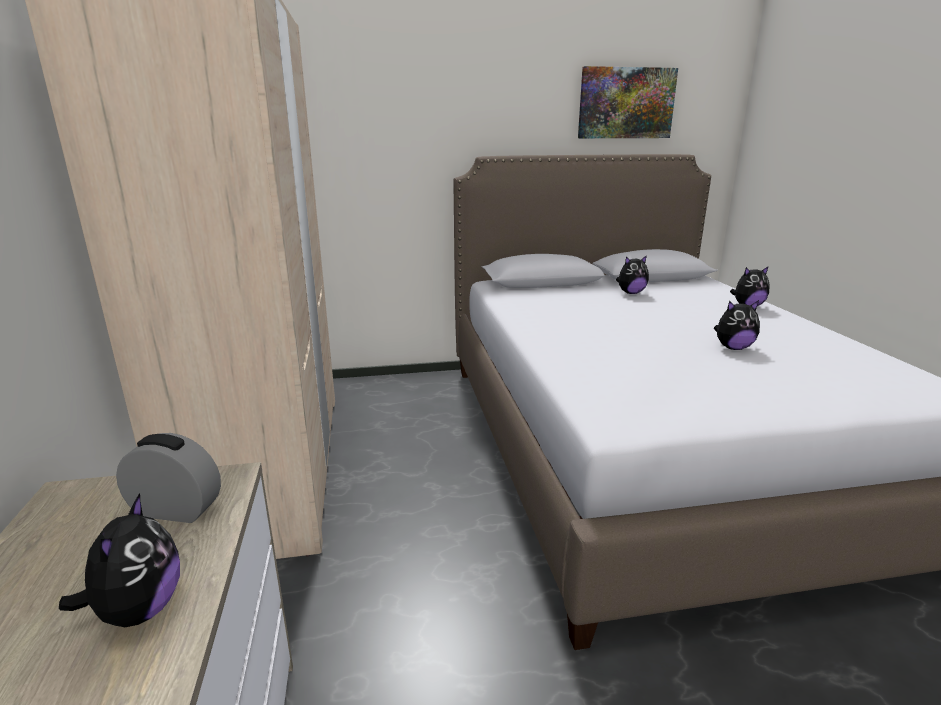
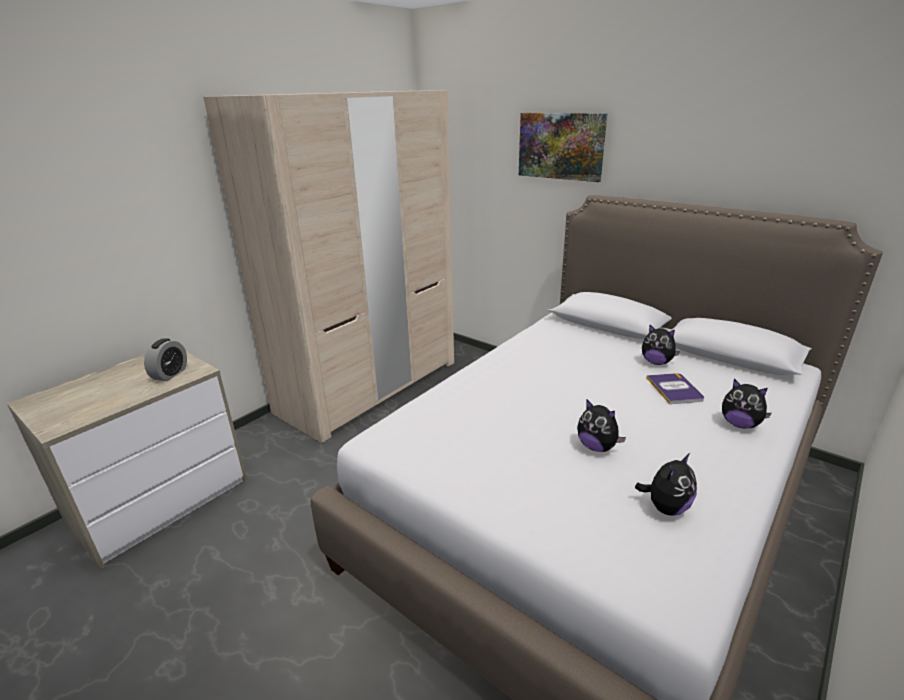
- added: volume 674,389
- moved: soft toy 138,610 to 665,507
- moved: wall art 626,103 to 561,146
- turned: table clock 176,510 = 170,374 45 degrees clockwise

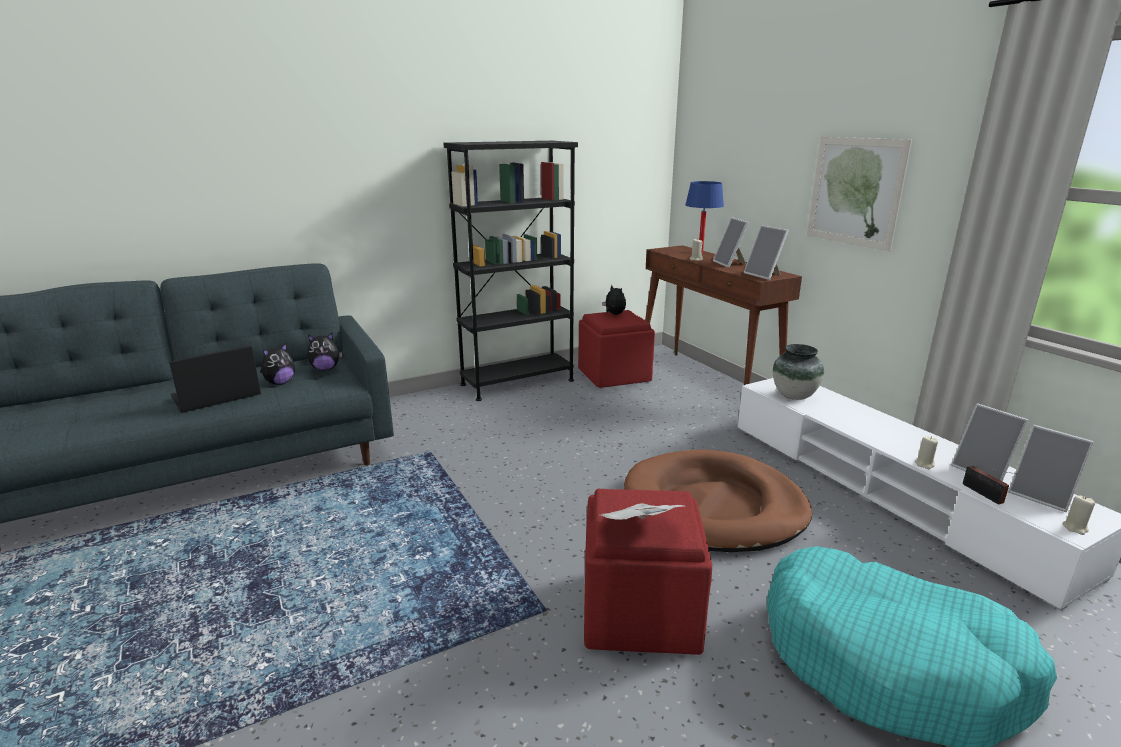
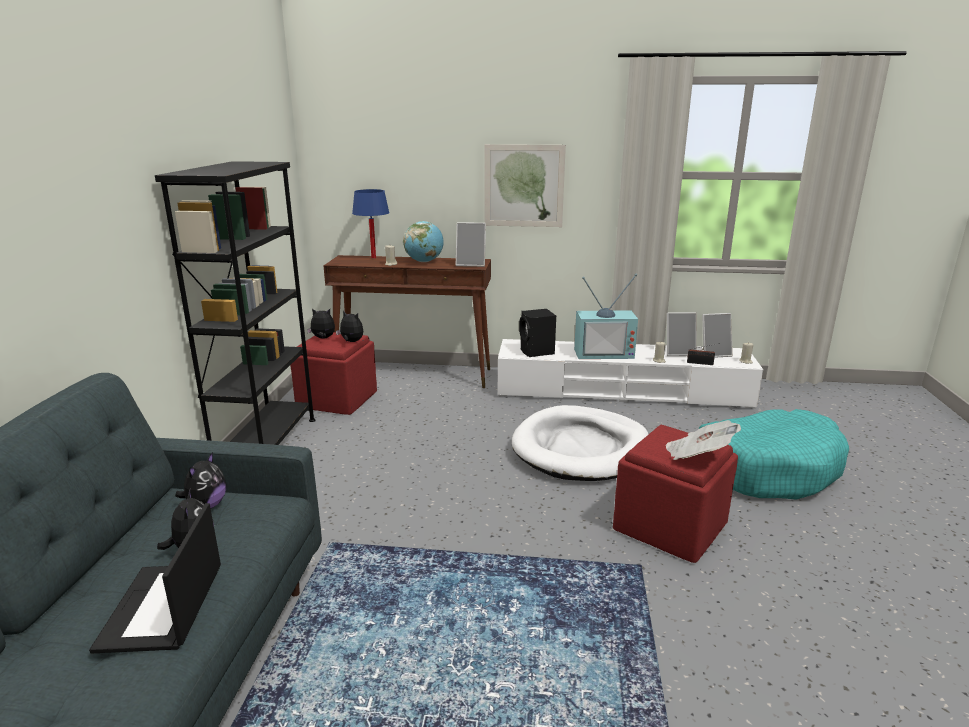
- added: soft toy 351,342
- added: TV set 604,352
- replaced: picture frame 730,264 to world globe 424,261
- replaced: flower vase 794,396 to black loudspeaker 537,352
- recoloured: brown dog cushion 714,506 to white-coloured dog cushion 581,448

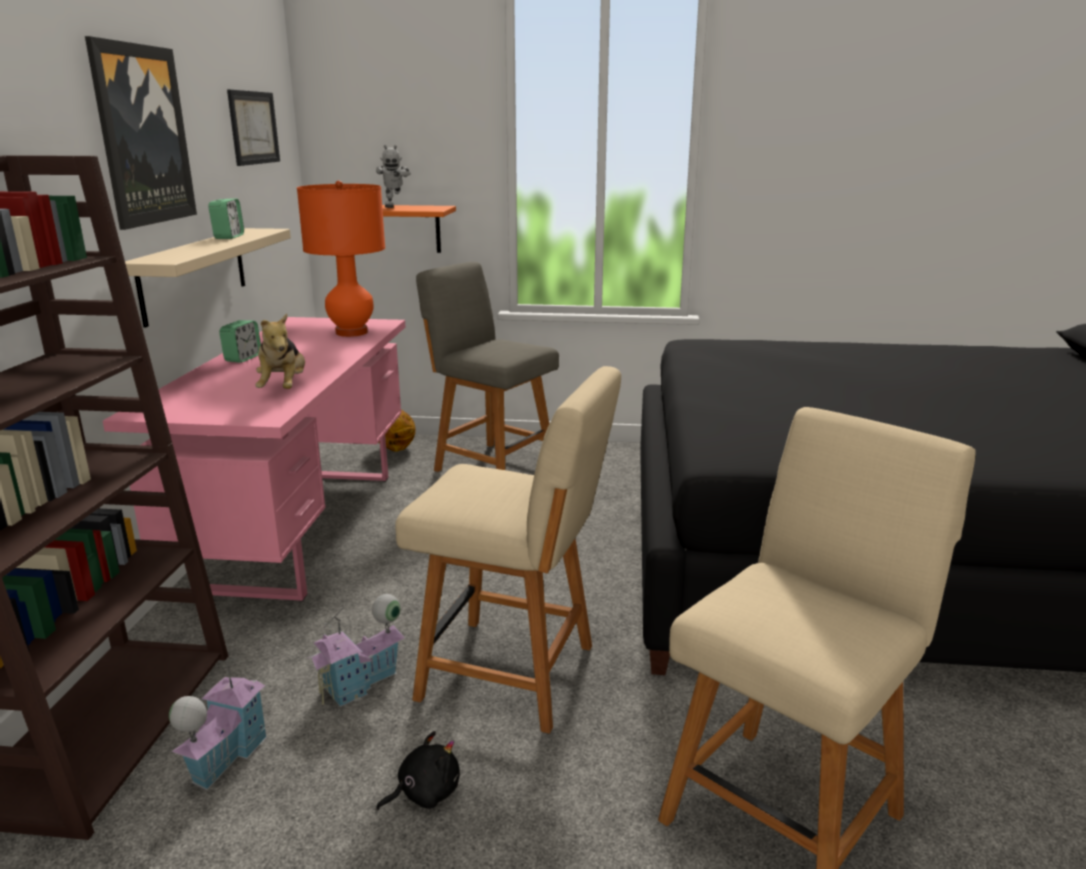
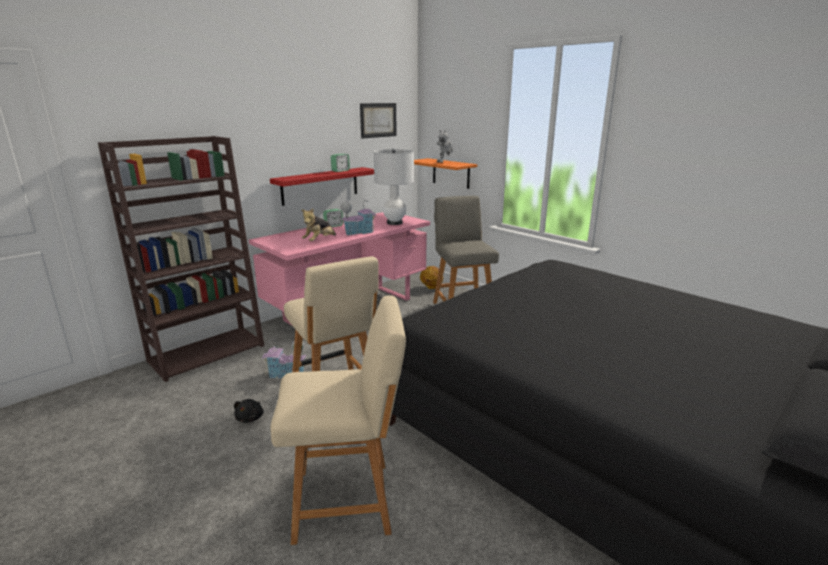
- removed: wall art 142,135
- moved: miniature house 226,756 to 358,232
- recoloured: beige-coloured bracket shelf 194,274 to red-coloured bracket shelf 320,185
- recoloured: orange-coloured tabletop lamp 351,332 to white-coloured tabletop lamp 394,223
- turned: black soft toy 424,793 = 250,418 90 degrees clockwise

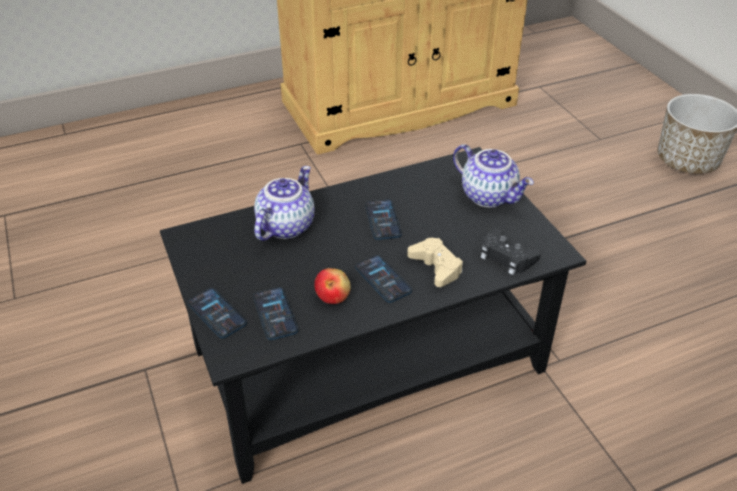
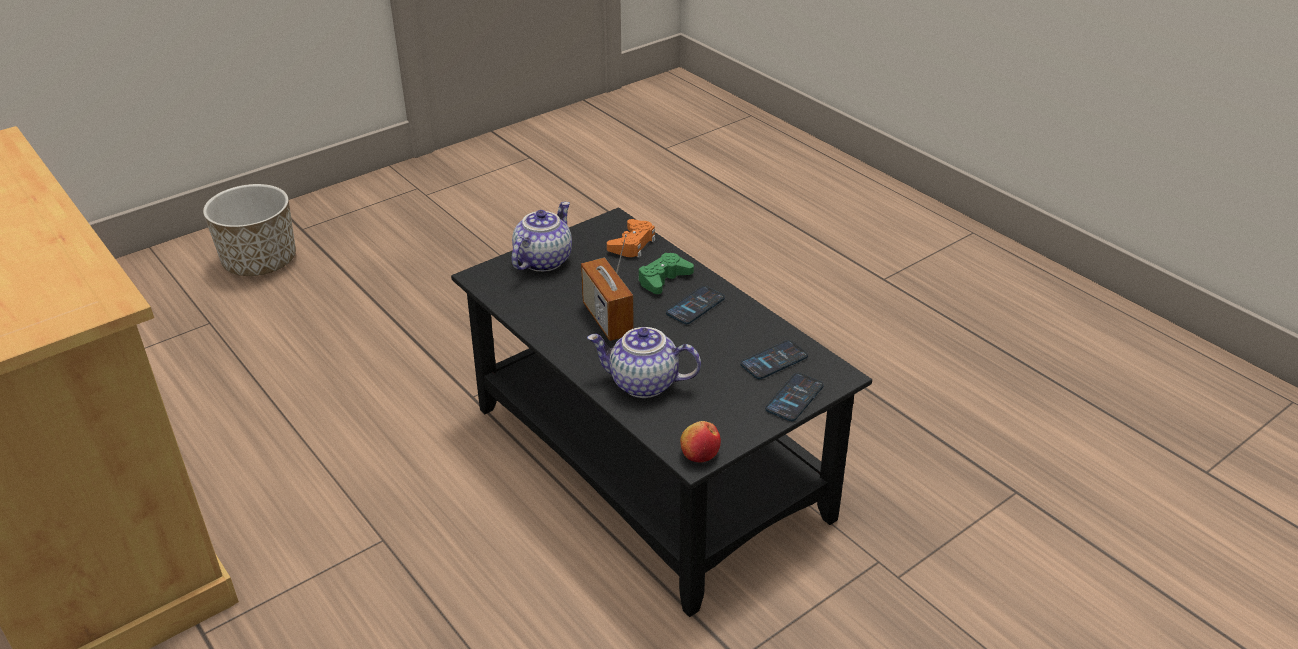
- moved: whole apple 333,296 to 699,454
- replaced: telephone 383,220 to radio set 607,319
- recoloured: beige-coloured joypad 436,267 to green joypad 663,279
- recoloured: black joypad 506,257 to orange-coloured joypad 632,244

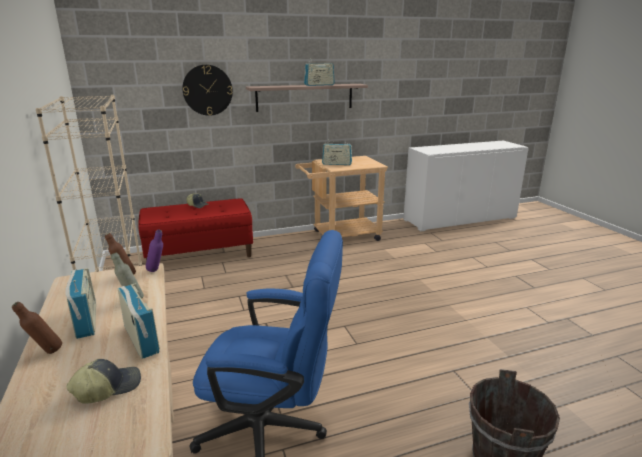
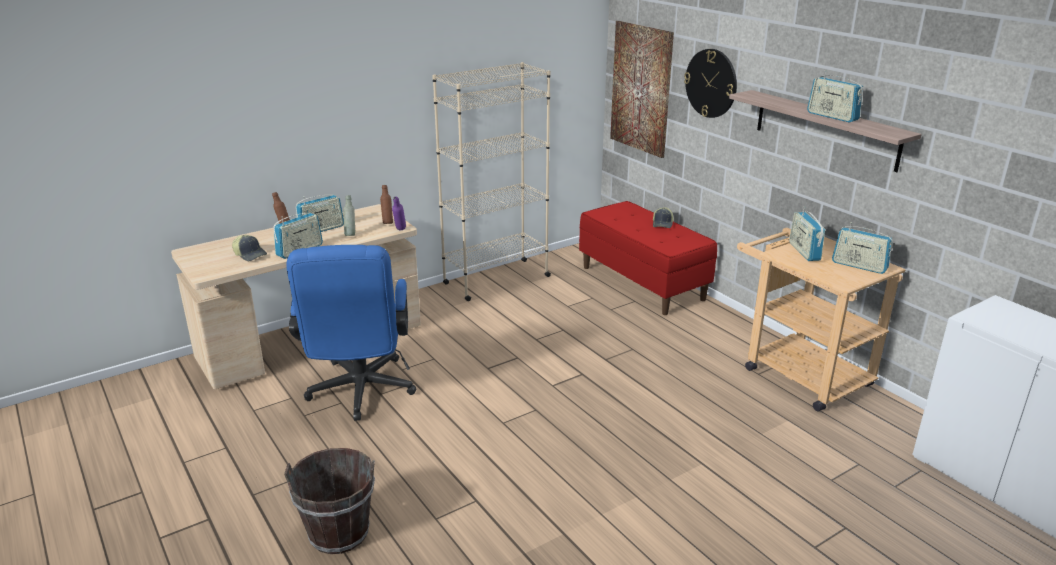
- added: wall art 641,88
- added: radio set 859,266

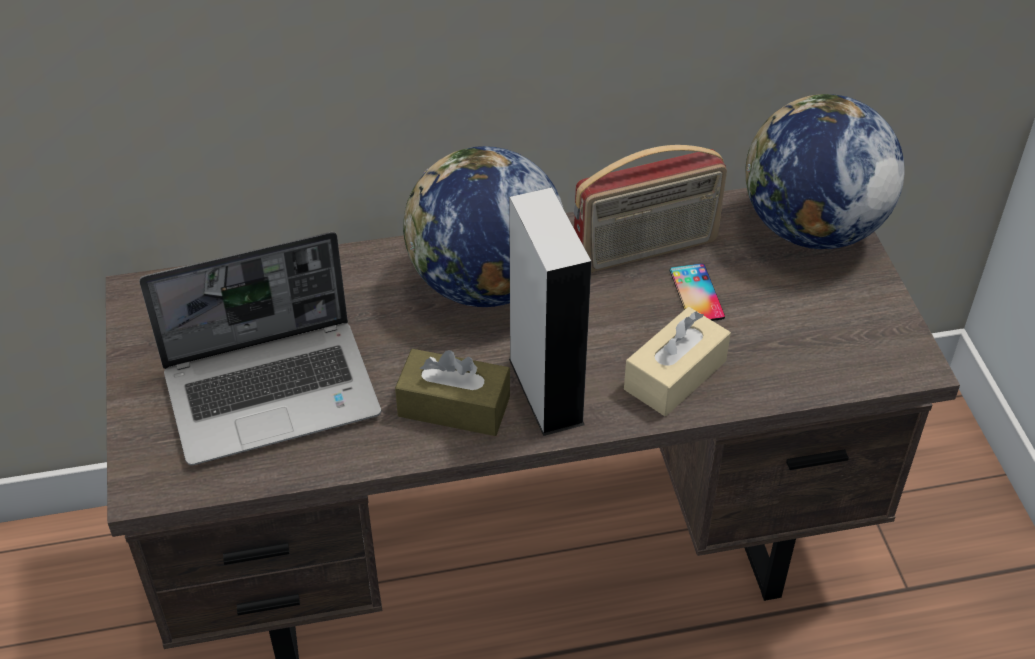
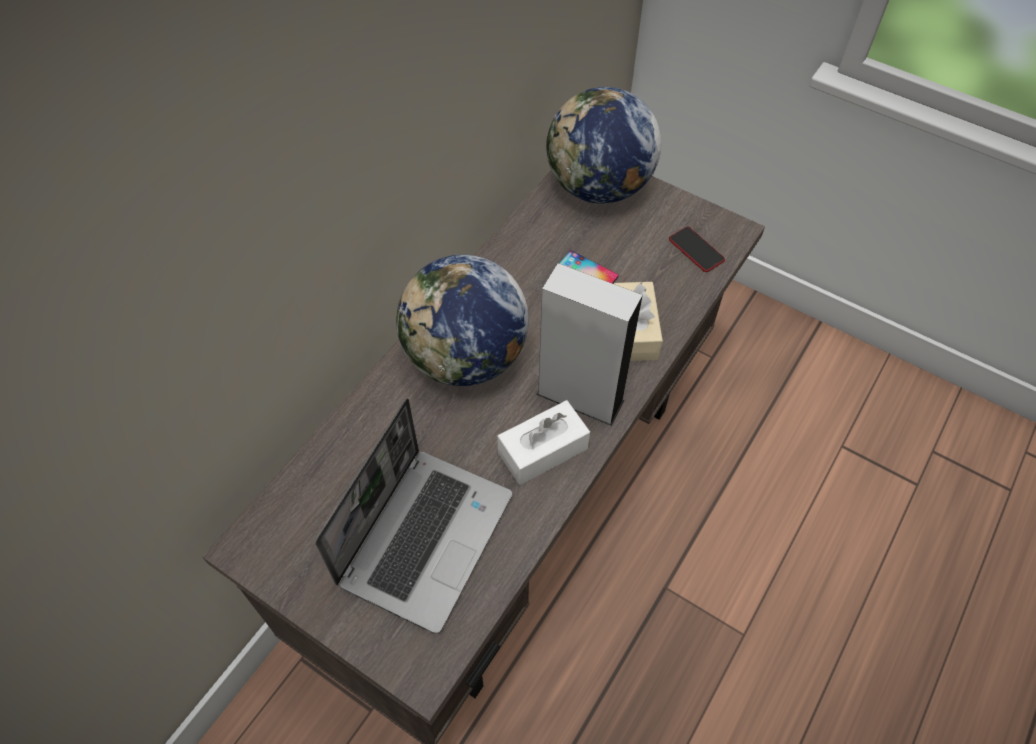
- removed: radio set 646,250
- added: telephone 696,250
- recoloured: brown box of tissues 454,406 to white-coloured box of tissues 543,450

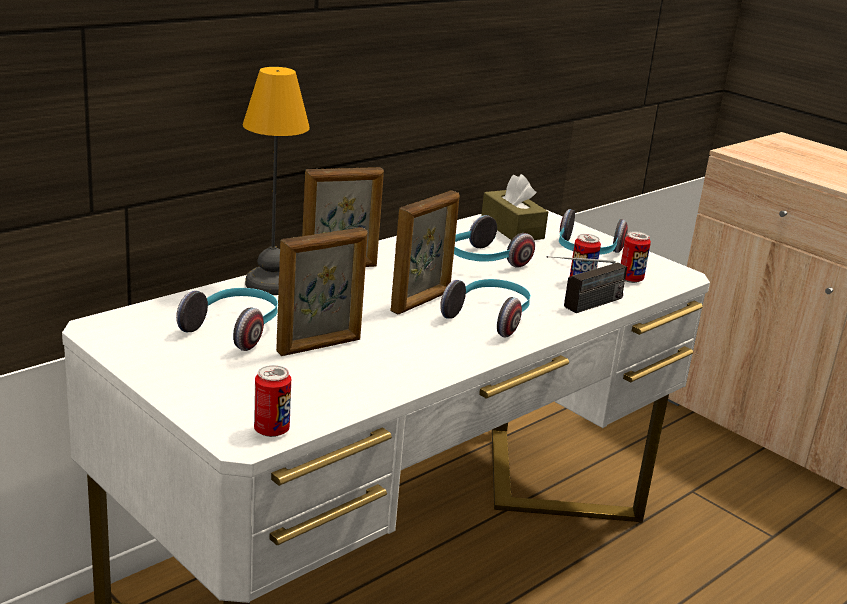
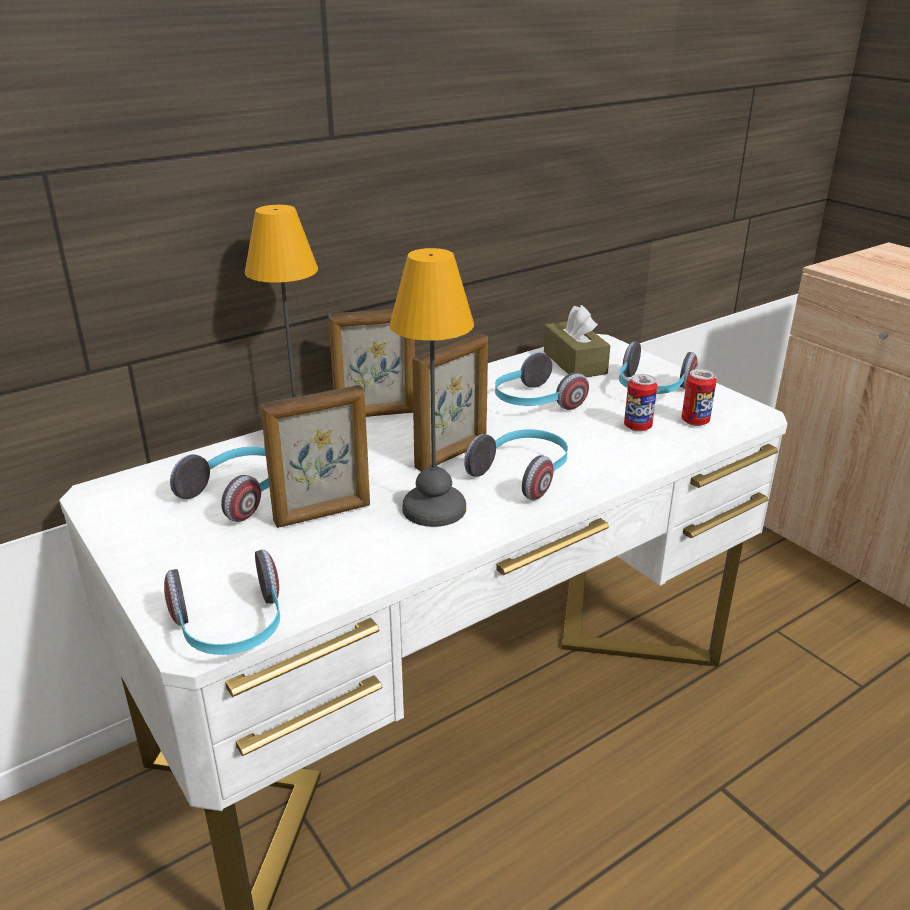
- removed: radio set 582,307
- added: tabletop lamp 435,507
- replaced: can 271,430 to headphones 232,629

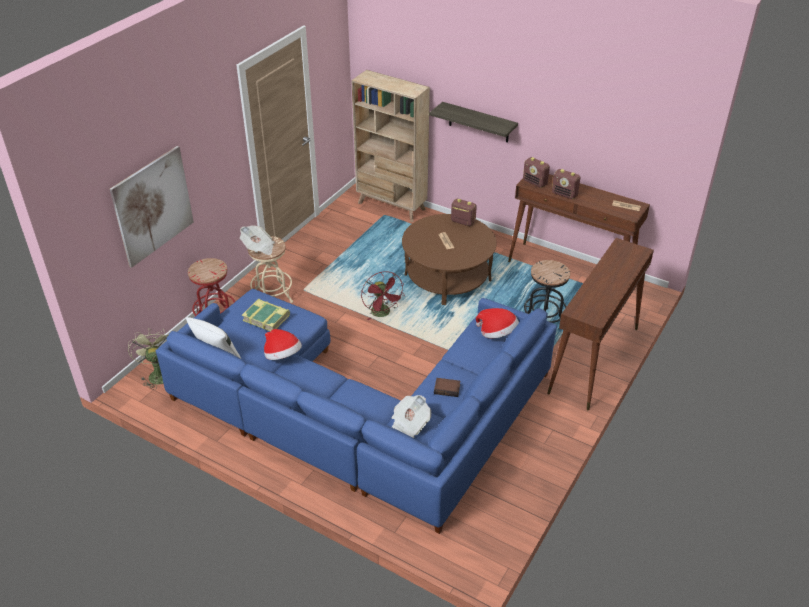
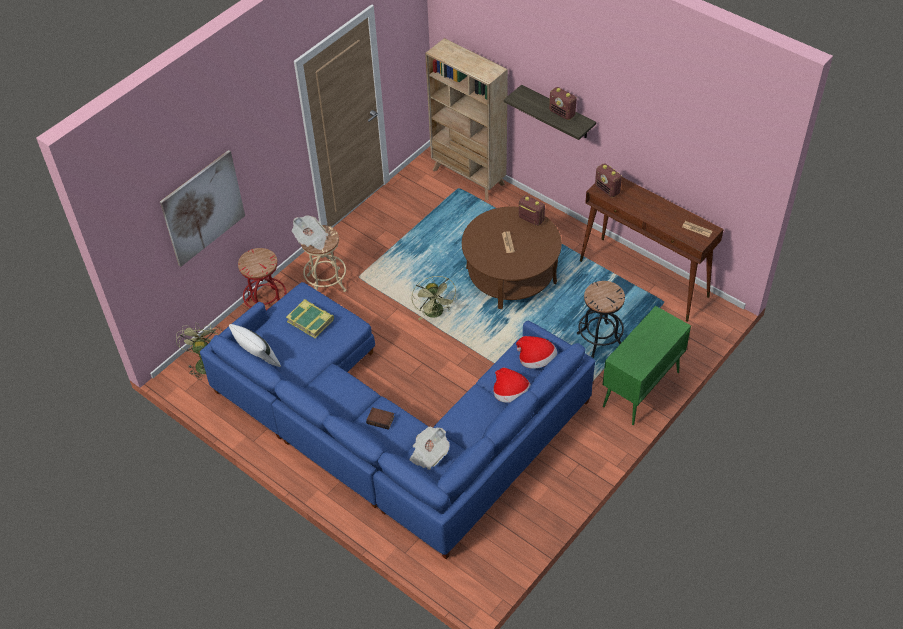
- moved: wearable hat 283,356 to 511,395
- moved: volume 447,389 to 381,419
- moved: radio set 564,194 to 562,113
- replaced: brown narrow table 594,360 to green cupboard 640,390
- recoloured: red-coloured cooling fan 383,314 to green cooling fan 435,313

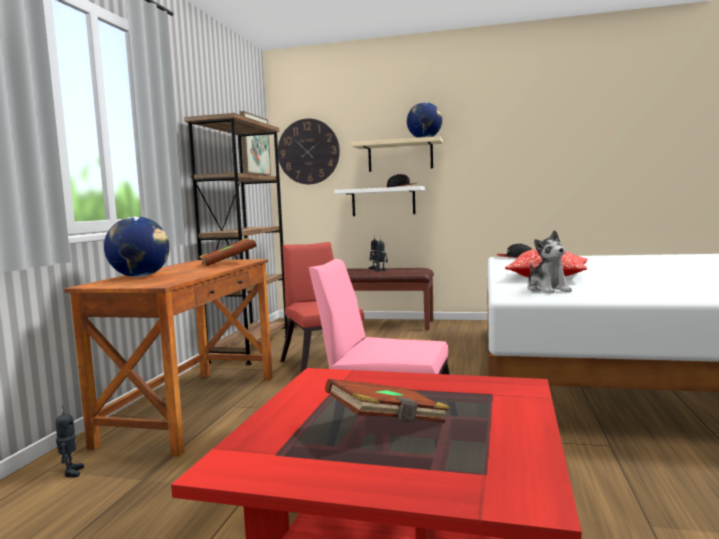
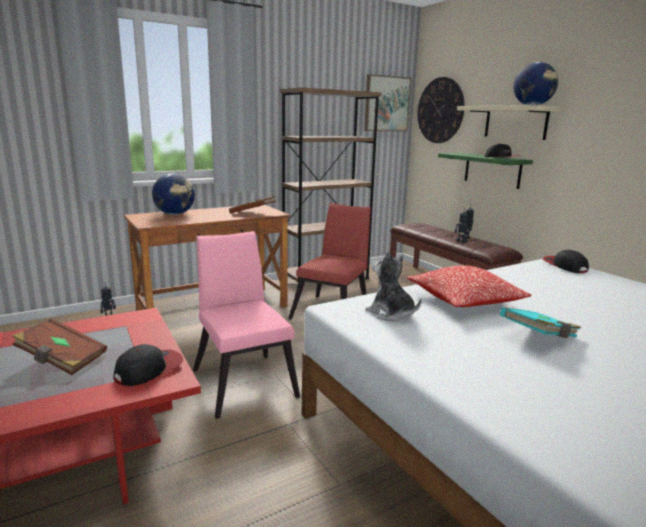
- added: peaked cap 149,369
- added: turquoise volume 539,337
- recoloured: white-coloured bracket shelf 383,201 to green bracket shelf 492,170
- turned: soft toy 547,289 = 391,314 105 degrees clockwise

